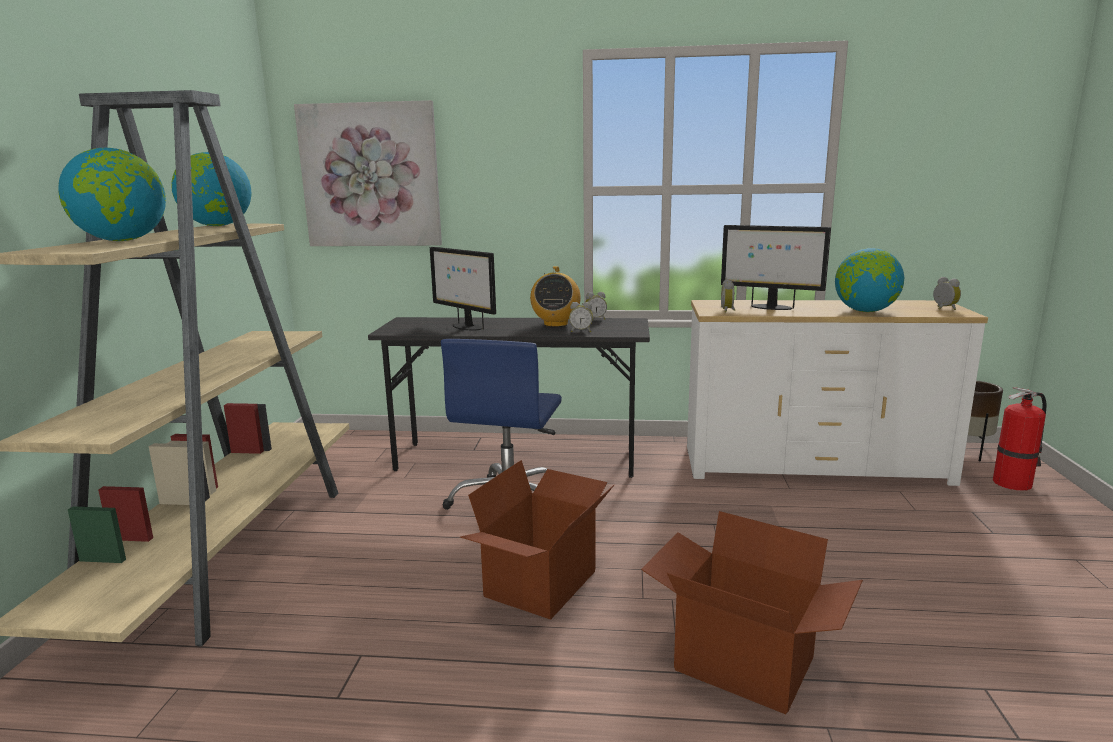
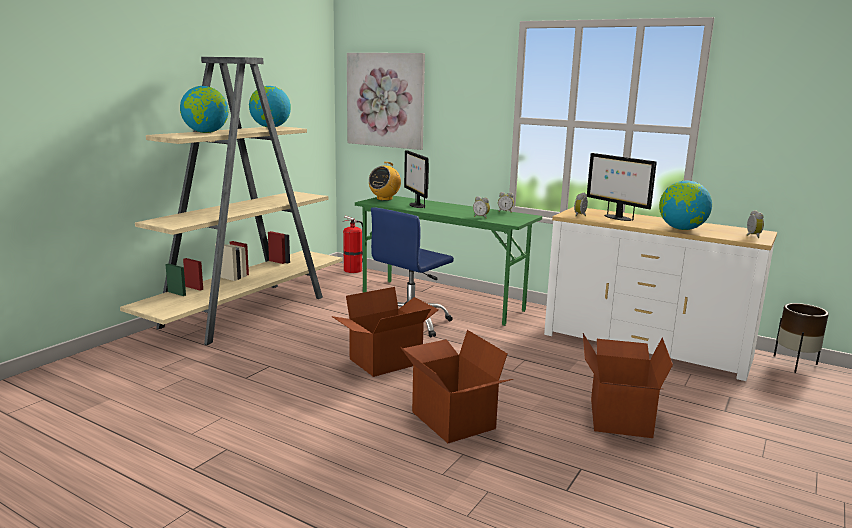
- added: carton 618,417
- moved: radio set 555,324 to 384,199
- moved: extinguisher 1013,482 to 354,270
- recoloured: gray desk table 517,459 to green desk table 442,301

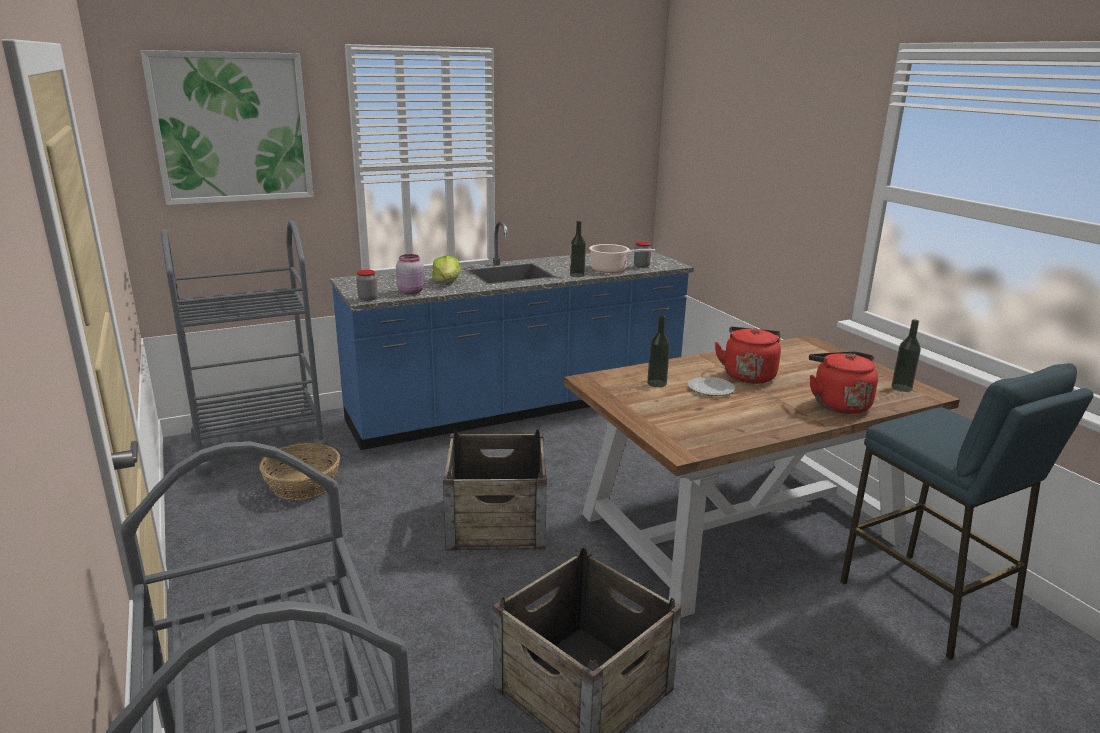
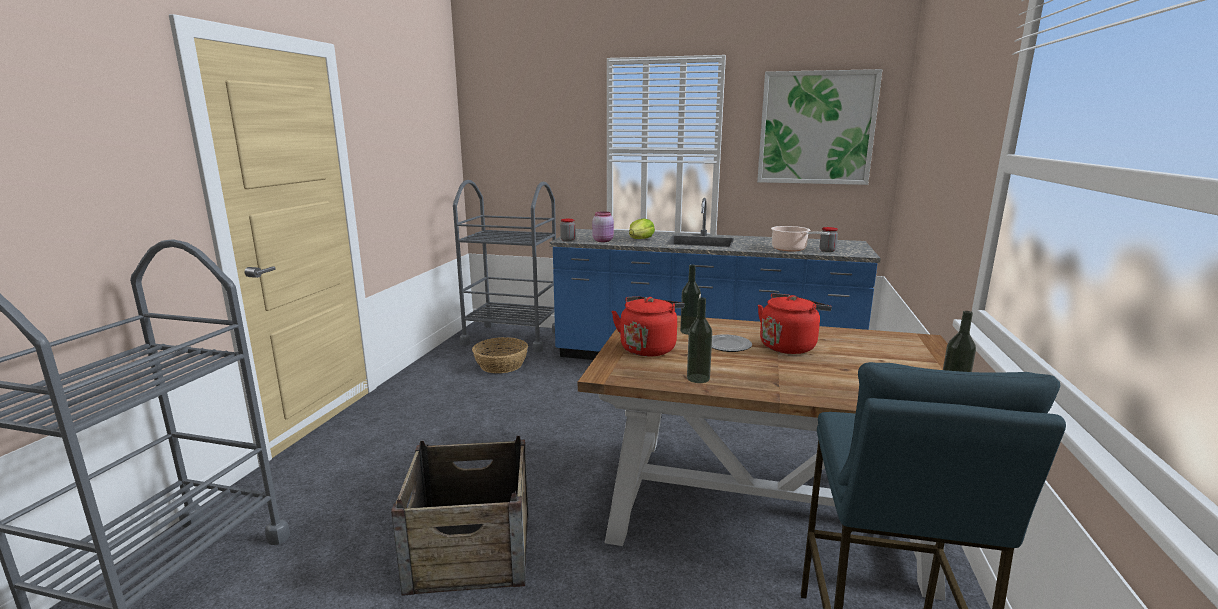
- removed: packing crate 497,521
- moved: wall art 232,128 to 816,128
- moved: beverage bottle 577,275 to 698,378
- moved: red-coloured water kettle 838,404 to 649,348

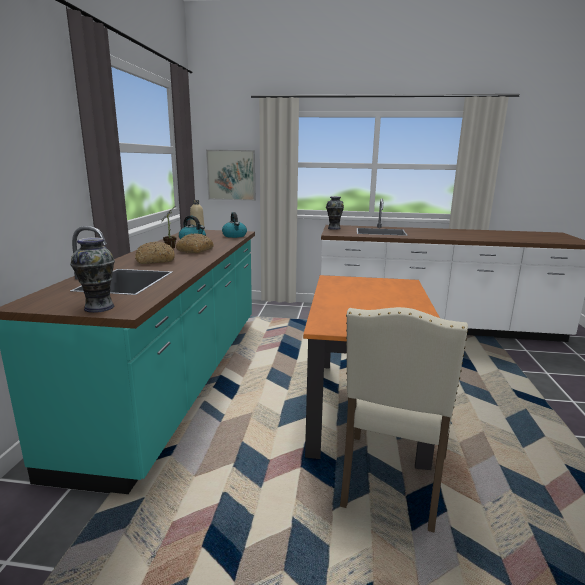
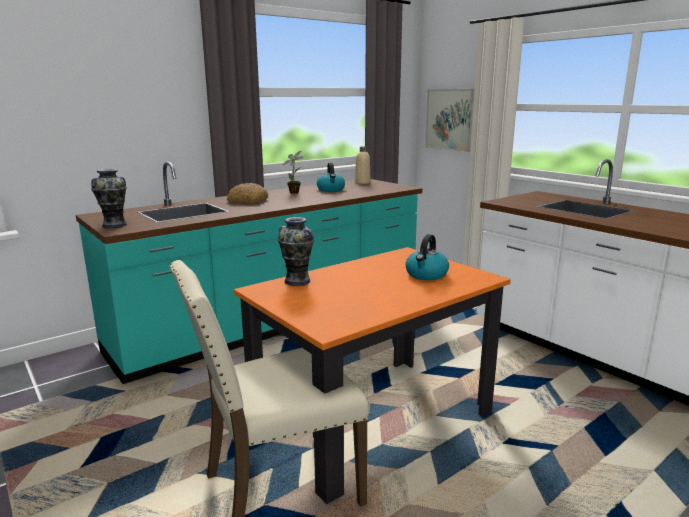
- removed: bread 195,250
- moved: water kettle 234,236 to 426,275
- moved: flower vase 334,228 to 297,281

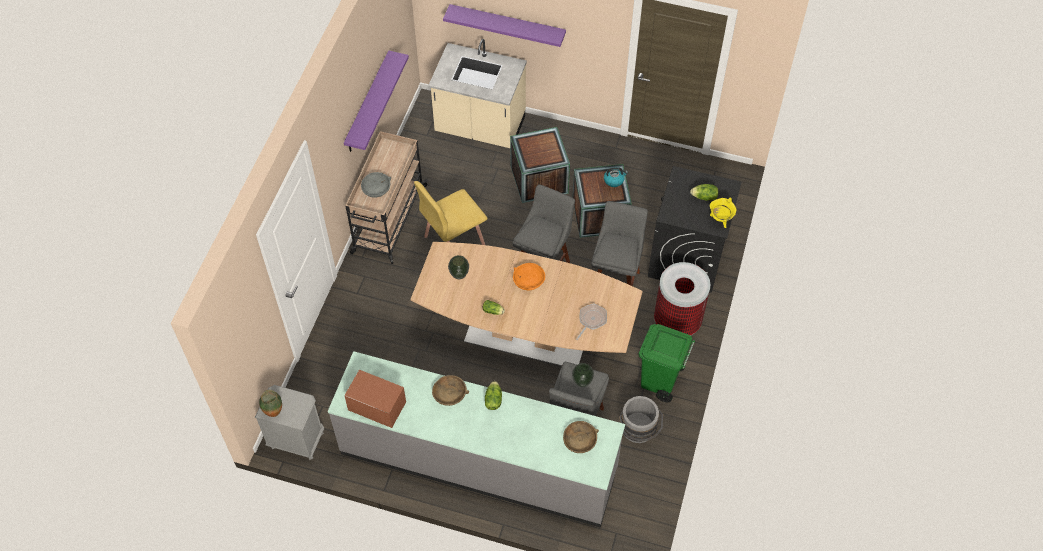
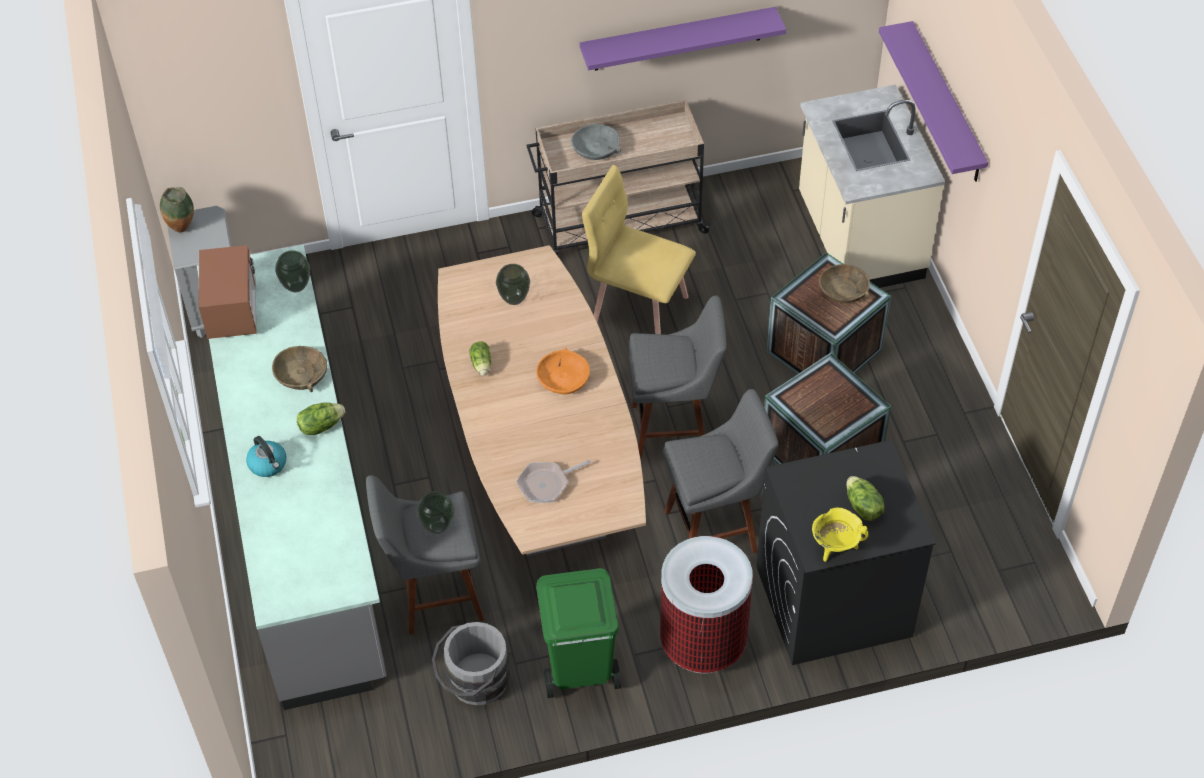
- added: flower vase 296,286
- moved: brown serving bowl 580,440 to 844,290
- moved: water kettle 614,180 to 268,464
- turned: skillet 591,320 = 546,484 150 degrees clockwise

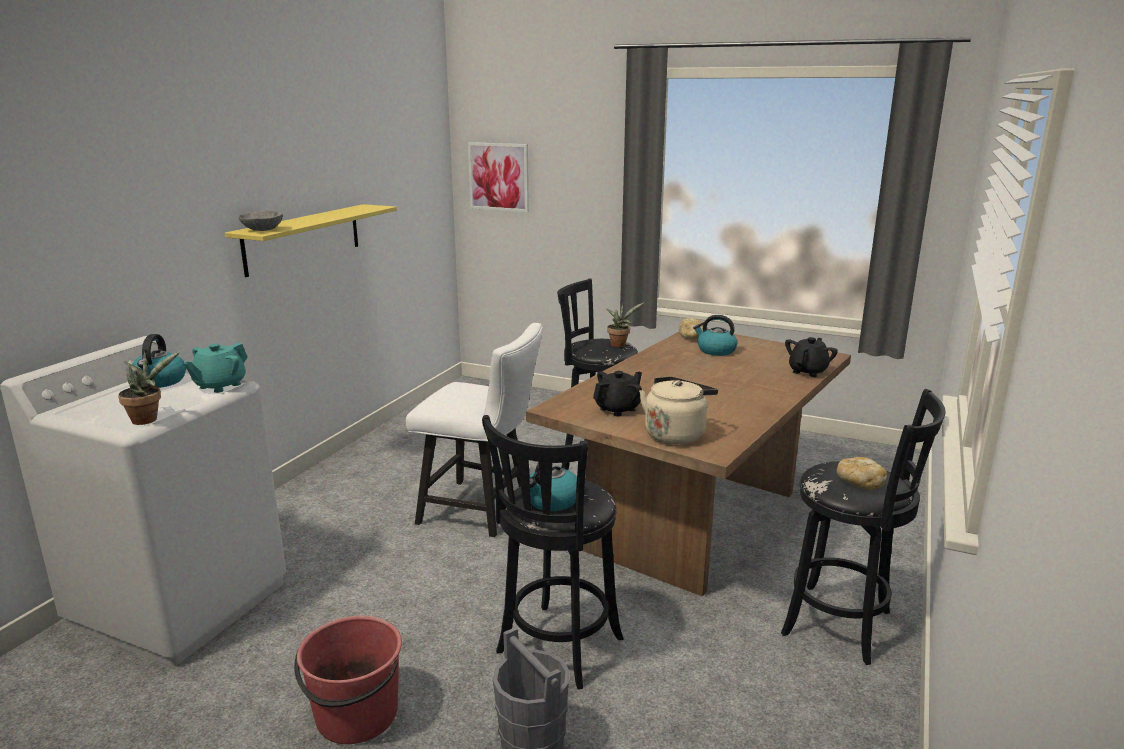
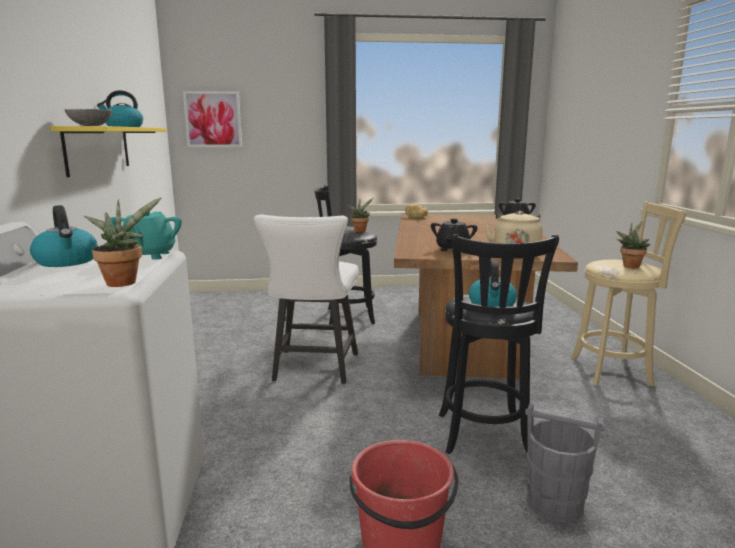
- moved: water kettle 715,350 to 123,126
- replaced: bread 859,483 to houseplant 630,266
- recoloured: black sitting stool 843,625 to beige-coloured sitting stool 615,371
- turned: white-coloured plain chair 482,510 = 313,369 105 degrees clockwise

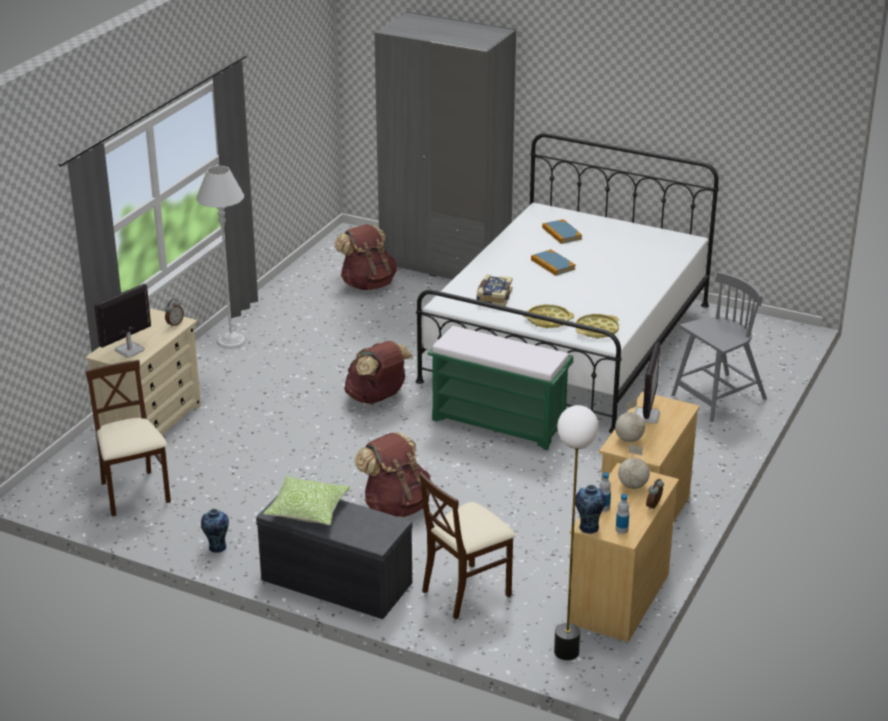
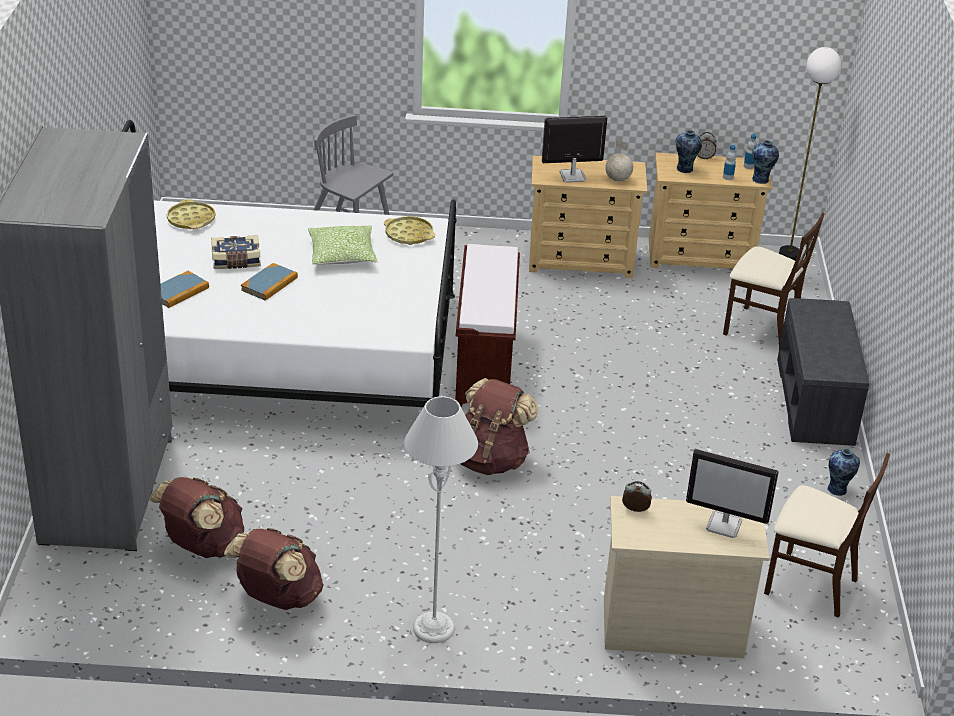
- moved: cushion 308,510 to 342,255
- moved: brown rucksack 396,505 to 277,598
- moved: volume 493,297 to 236,261
- moved: yellow-coloured serving tray 548,320 to 191,219
- replaced: world globe 632,485 to flower vase 685,169
- recoloured: green long seat 500,423 to brown long seat 484,364
- turned: beige-coloured plain chair 134,493 = 809,584 105 degrees counterclockwise

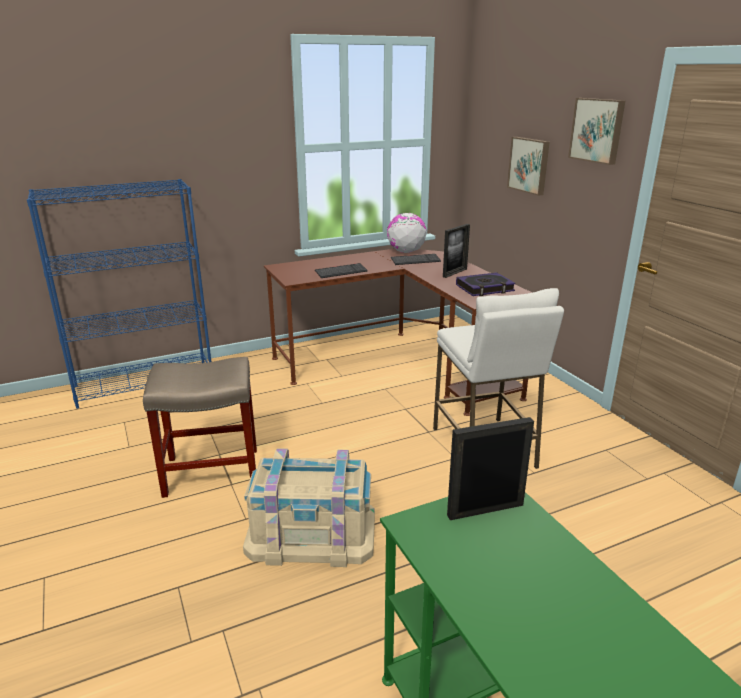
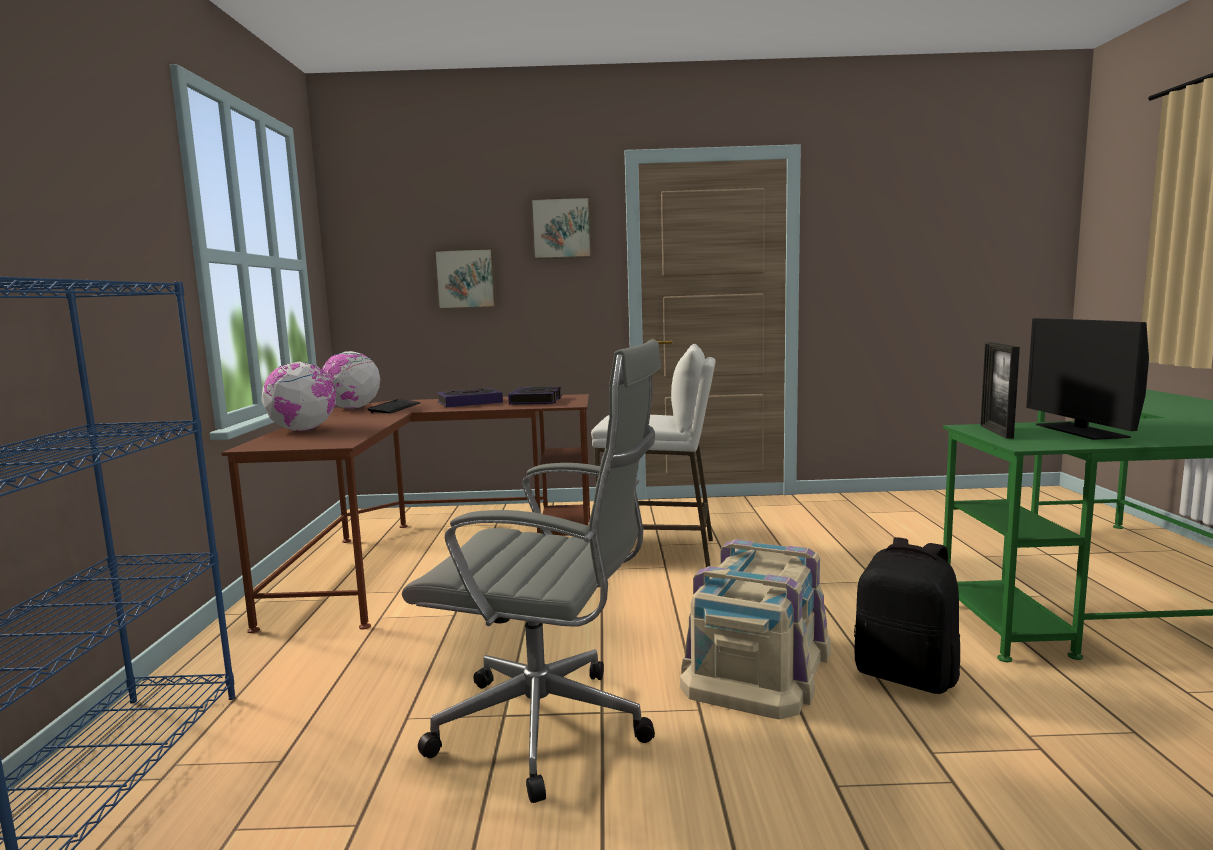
- removed: computer keyboard 341,272
- added: world globe 303,430
- added: black rucksack 906,675
- added: monitor 1080,431
- replaced: beige-coloured sitting stool 210,472 to gray office chair 551,729
- replaced: picture frame 455,273 to volume 469,403

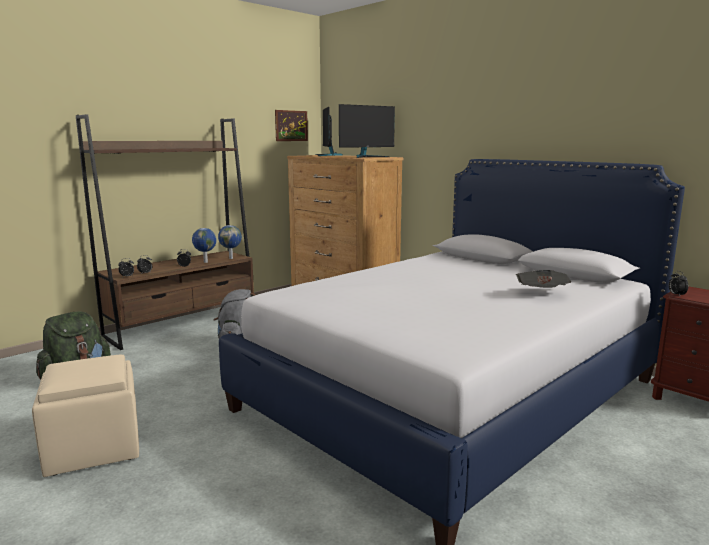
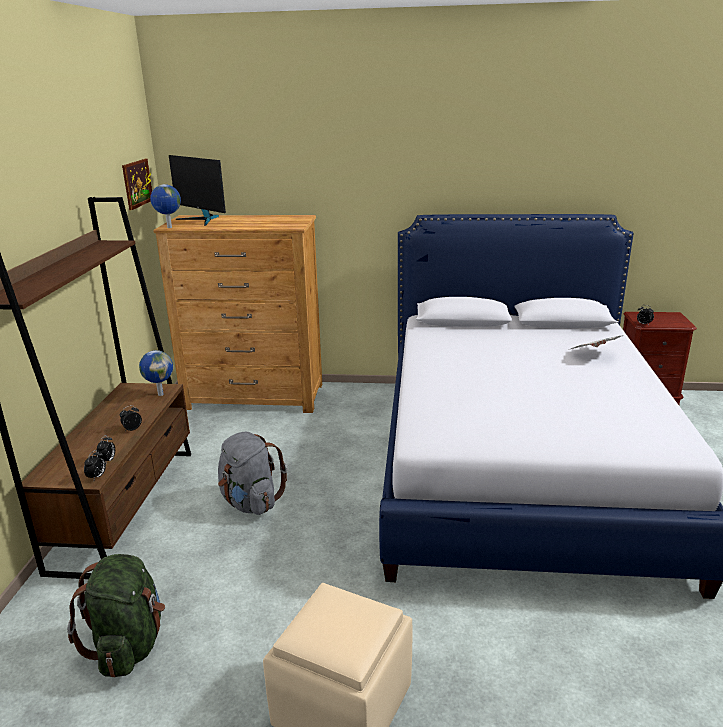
- removed: monitor 366,157
- moved: world globe 205,262 to 169,227

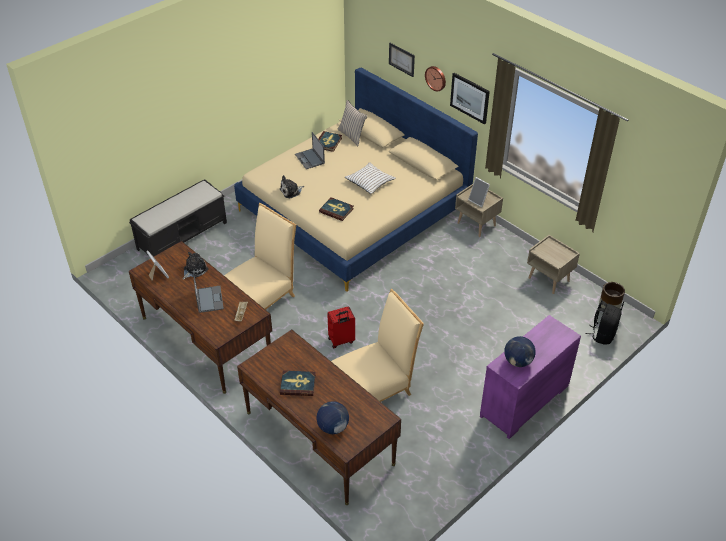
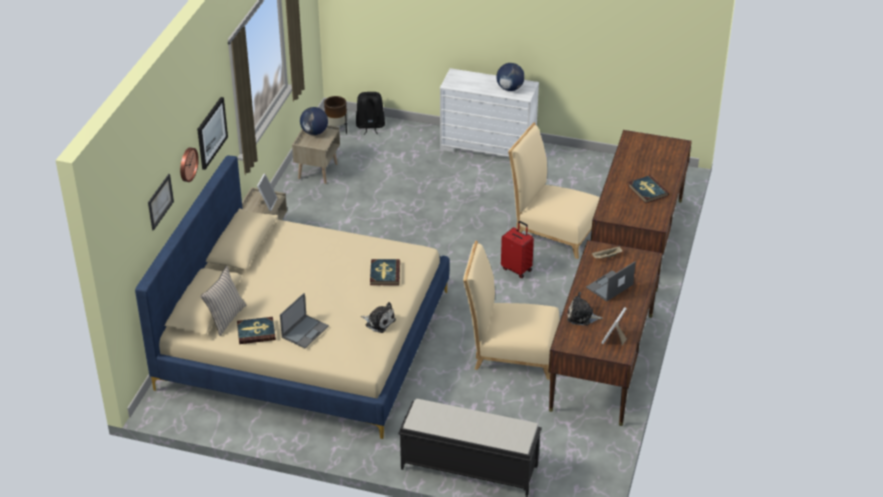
- removed: white-coloured cushion 370,182
- moved: world globe 332,427 to 314,132
- recoloured: purple dresser 524,401 to white-coloured dresser 488,146

